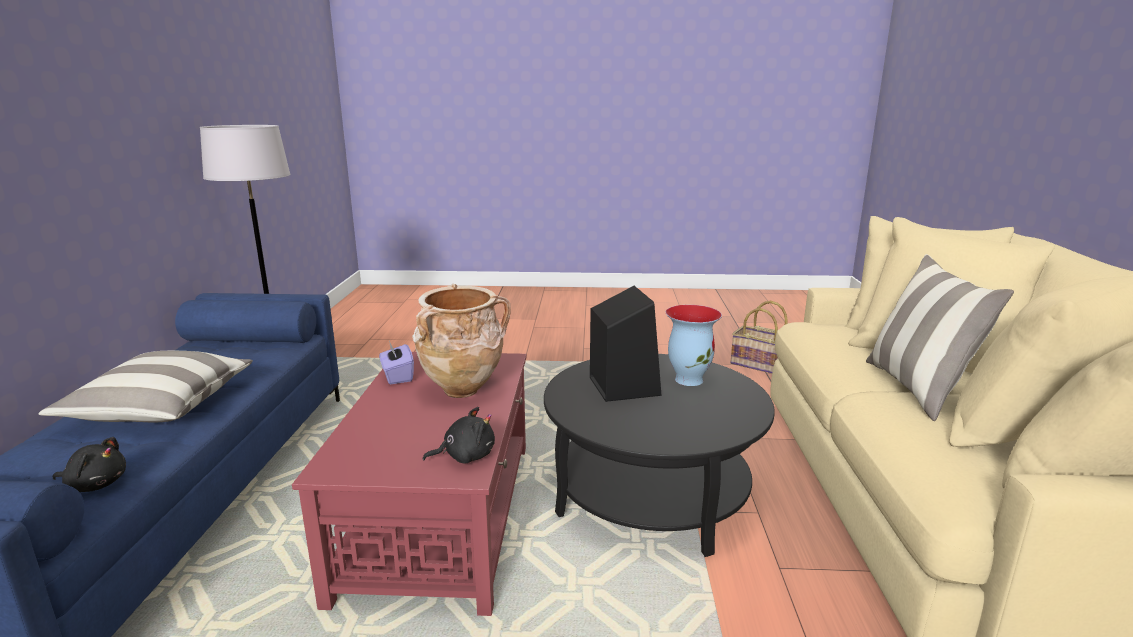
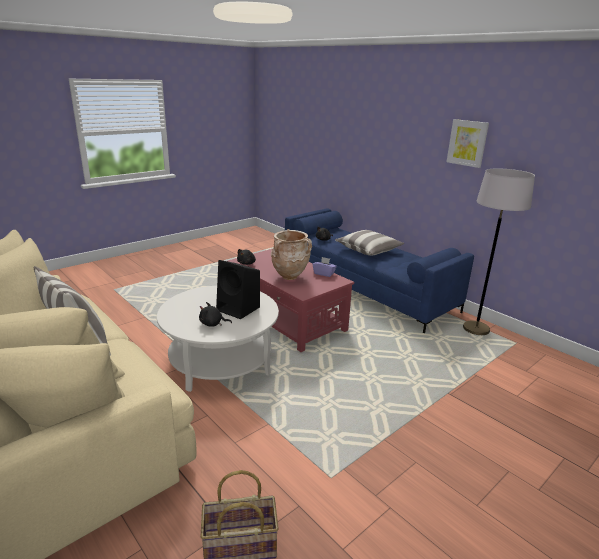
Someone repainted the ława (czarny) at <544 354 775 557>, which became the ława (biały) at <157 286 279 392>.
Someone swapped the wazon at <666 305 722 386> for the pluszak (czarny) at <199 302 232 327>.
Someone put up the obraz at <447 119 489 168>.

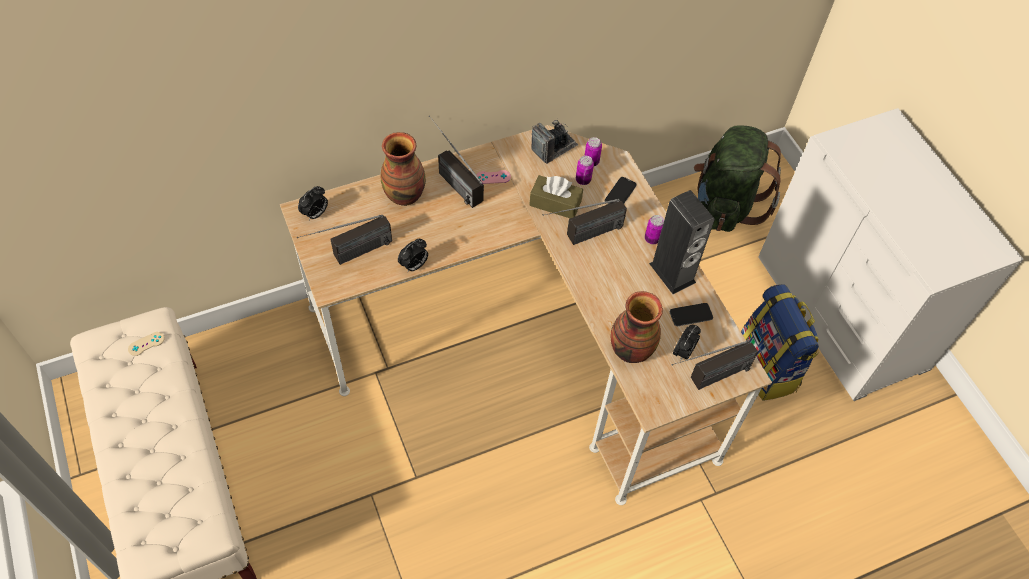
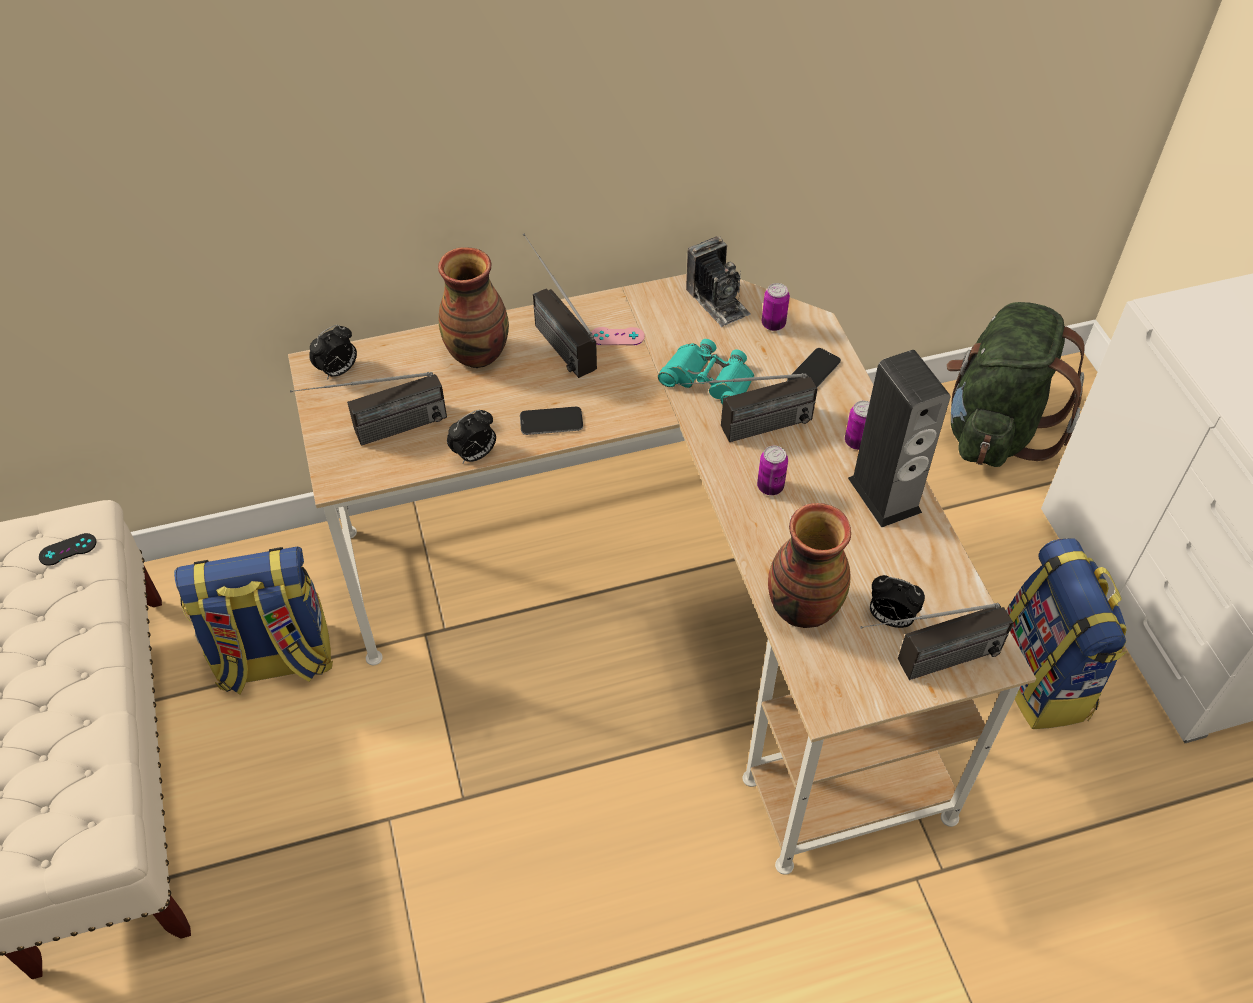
Someone repainted the pad do gier (beżowy) at <128 332 165 356>, which became the pad do gier (czarny) at <39 533 96 566>.
Someone swapped the pudełko chusteczek (brązowy) at <529 175 583 218> for the lornetka (turkusowy) at <658 339 754 405>.
Someone rotated the aparat fotograficzny at <531 119 578 164> by 90 degrees clockwise.
Someone carried the puszka from <576 156 594 185> to <757 446 788 495>.
Someone carried the telefon from <670 303 713 326> to <520 407 583 435>.
Someone rotated the budzik at <673 325 701 361> by 75 degrees clockwise.
Someone put down the plecak at <174 546 333 695>.

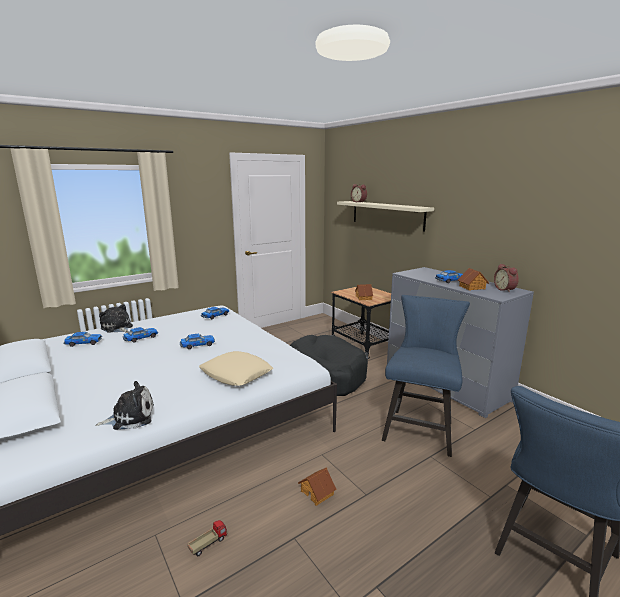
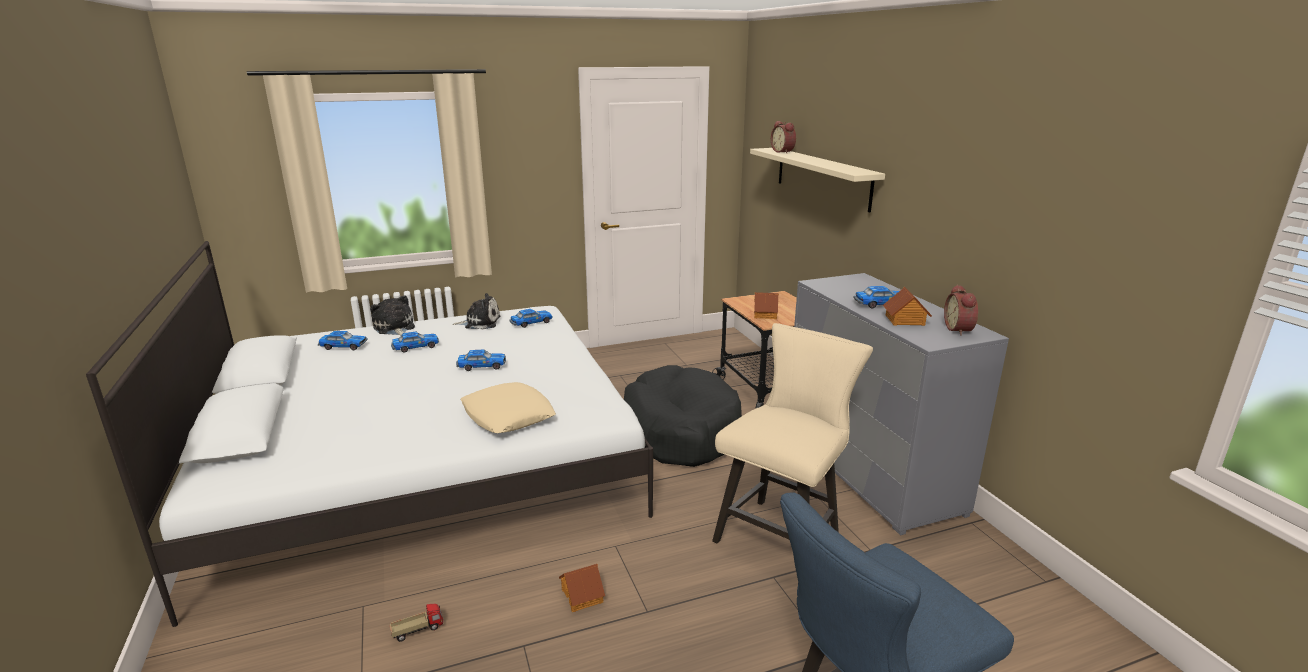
Someone carried the pluszak from <96 381 154 430> to <452 293 501 330>.
Someone repainted the krzesło (niebieski) at <382 295 470 457>, which became the krzesło (beżowy) at <712 323 873 543>.

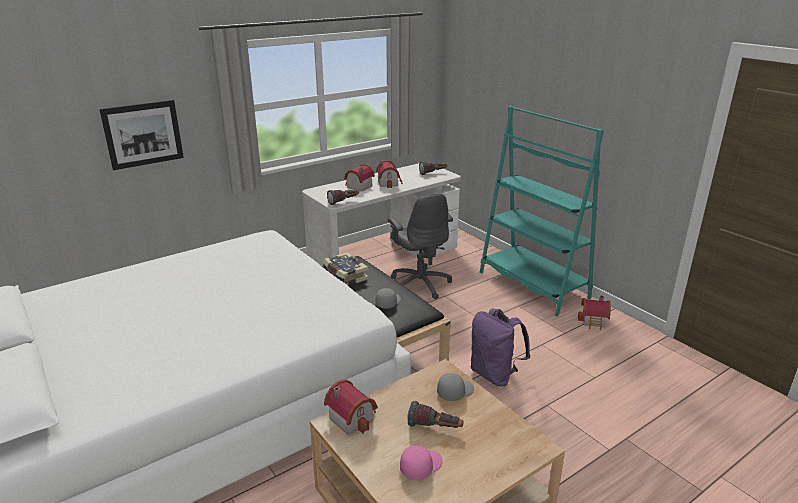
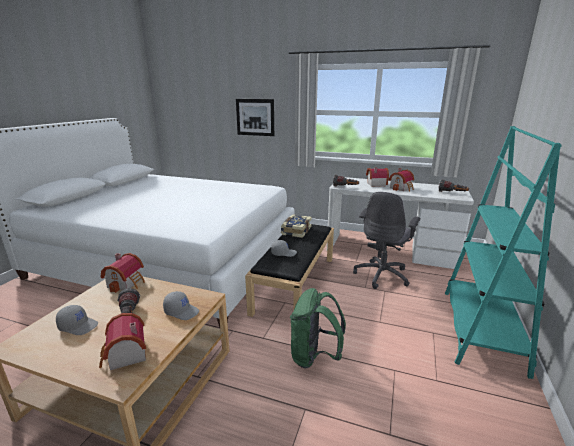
Someone repainted the czapka z daszkiem (różowy) at <400 445 442 481>, which became the czapka z daszkiem (szary) at <56 305 98 335>.
Someone repainted the plecak (fioletowy) at <471 309 530 386>, which became the plecak (zielony) at <290 288 346 368>.
Someone carried the domek from <578 296 611 330> to <99 313 146 370>.

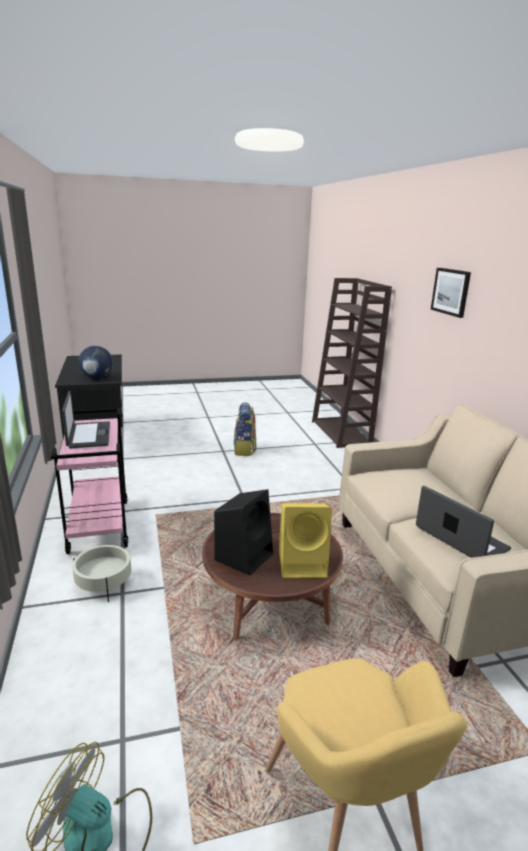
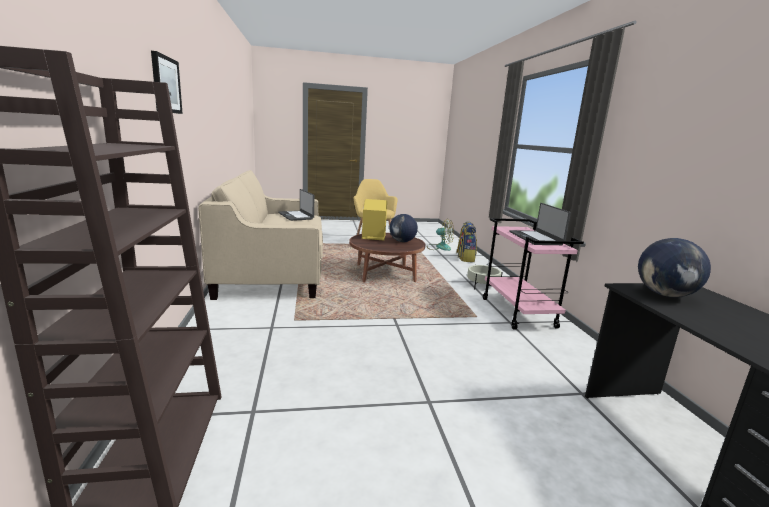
Someone swapped the głośnik (czarny) at <214 489 273 575> for the globus at <389 214 418 242>.
Someone carried the plecak from <234 403 256 456> to <456 221 477 262>.

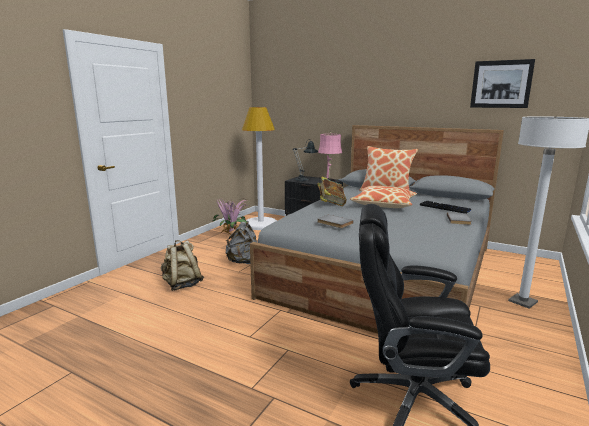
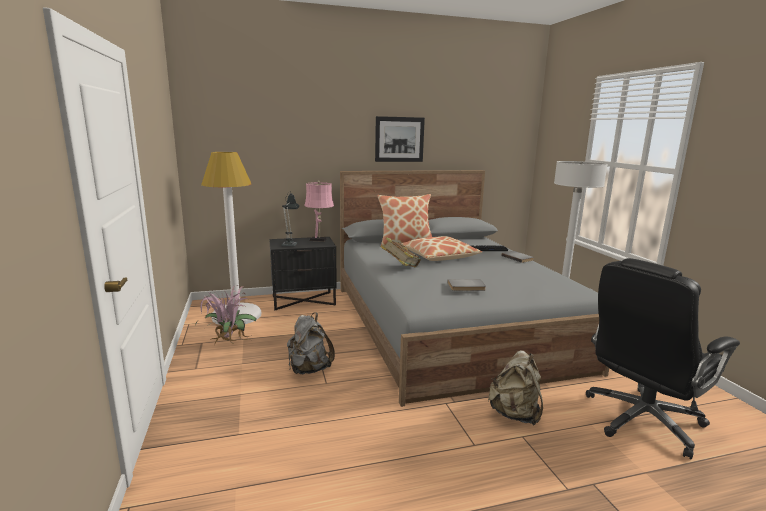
Someone carried the plecak (beżowy) from <161 240 204 291> to <488 350 543 425>.
Someone carried the obraz from <470 59 535 108> to <375 116 425 162>.

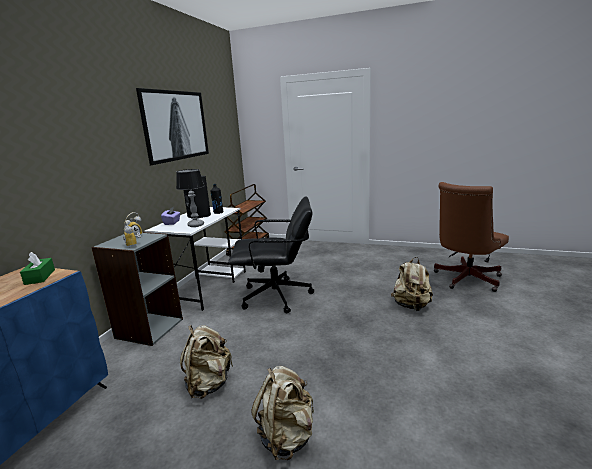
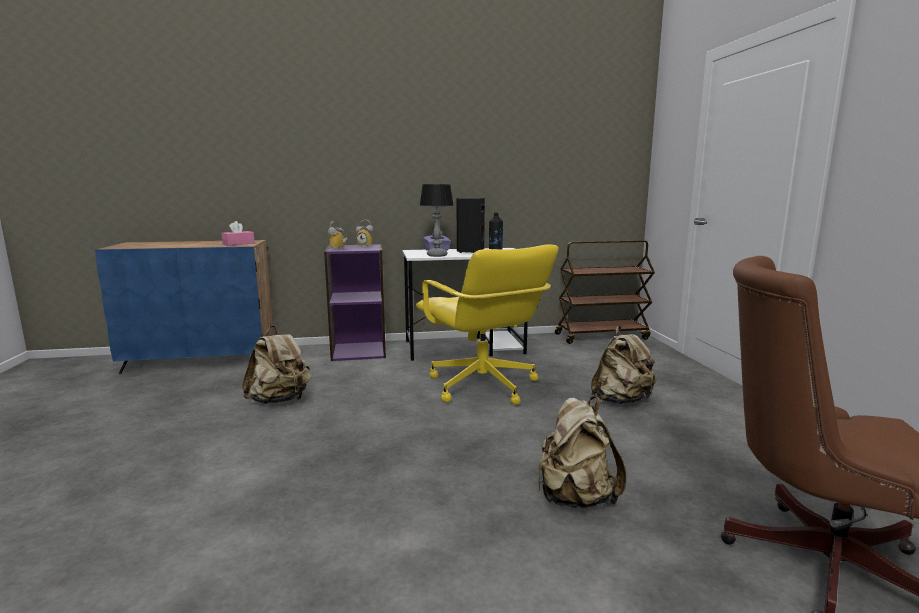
Someone repainted the pudełko chusteczek (zielony) at <20 252 55 285>, which became the pudełko chusteczek (różowy) at <222 221 255 246>.
Someone repainted the regał (szary) at <91 232 183 346>, which became the regał (fioletowy) at <324 244 386 361>.
Someone took away the obraz at <136 88 209 165>.
Someone repainted the krzesło biurowe (czarny) at <228 196 314 313>, which became the krzesło biurowe (żółty) at <416 244 559 405>.
Someone carried the plecak (beżowy) from <251 366 314 460> to <591 326 656 404>.

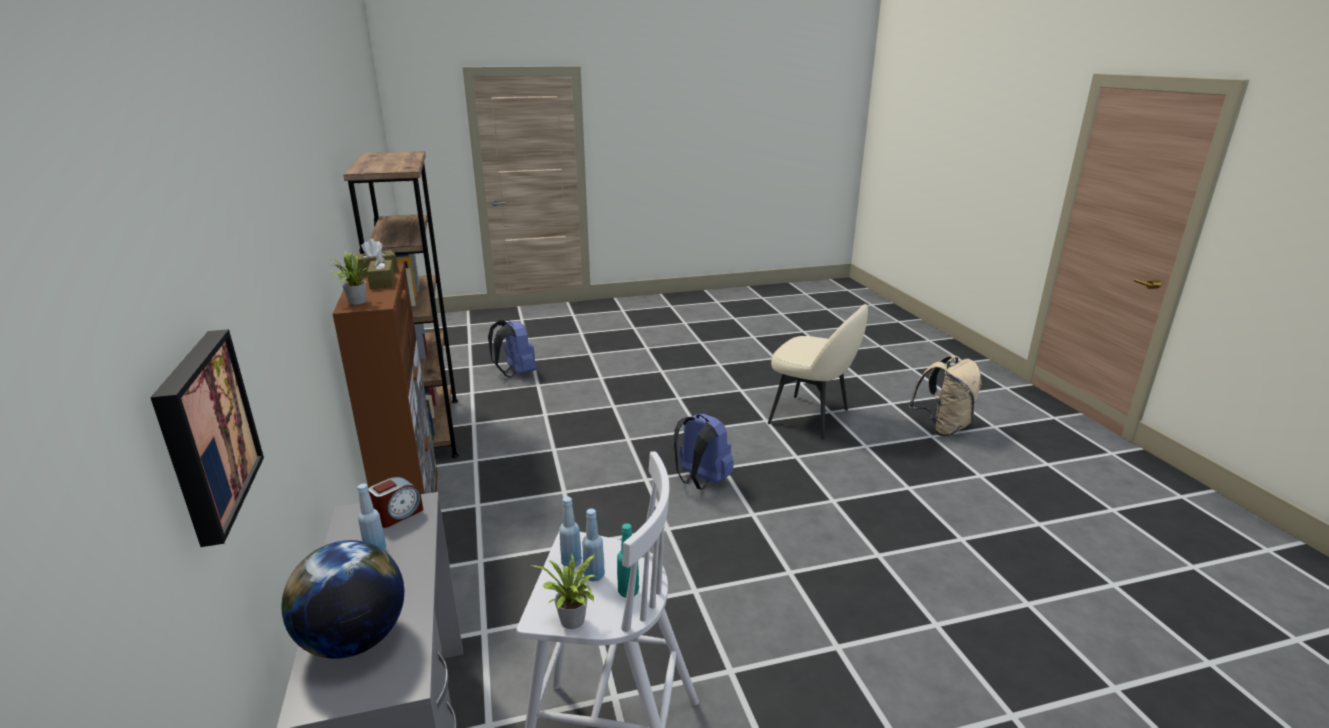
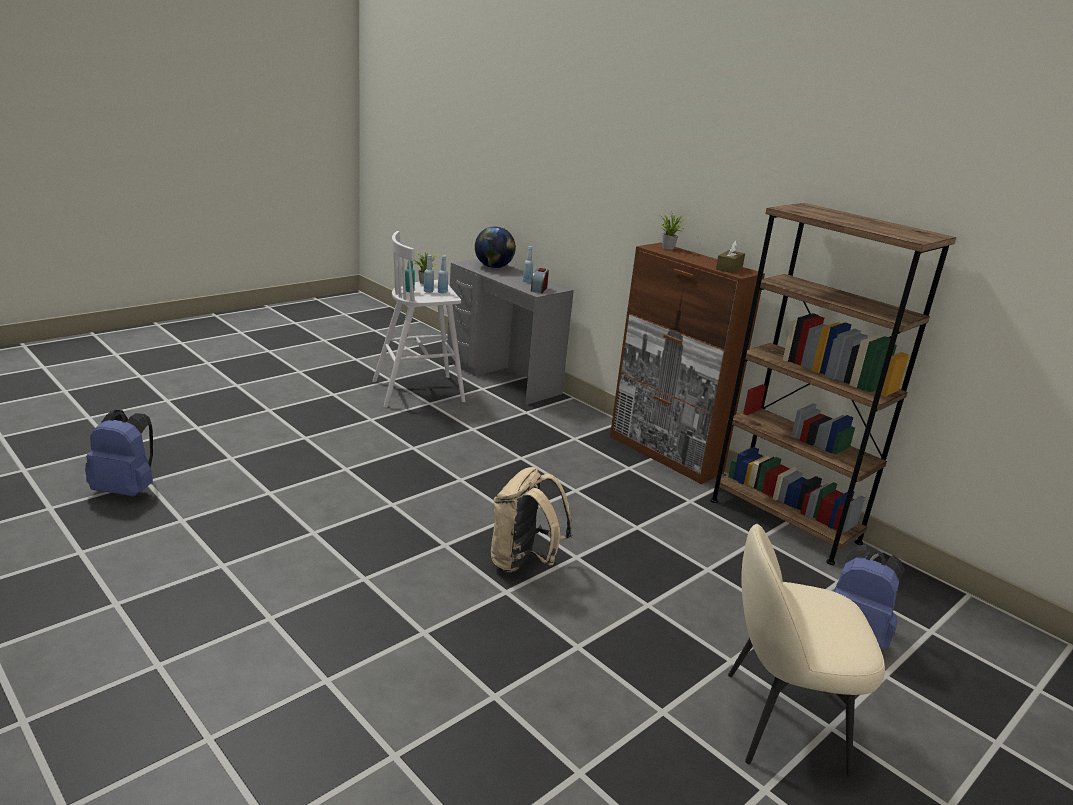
Someone took away the obraz at <150 329 264 547>.
Someone took away the pudełko chusteczek (brązowy) at <367 249 395 289>.
Someone carried the plecak (niebieski) from <674 414 734 490> to <85 410 153 497>.
Someone carried the krzesło (beżowy) from <768 304 868 439> to <728 524 885 776>.
Someone carried the plecak (beżowy) from <909 356 981 436> to <491 467 572 573>.

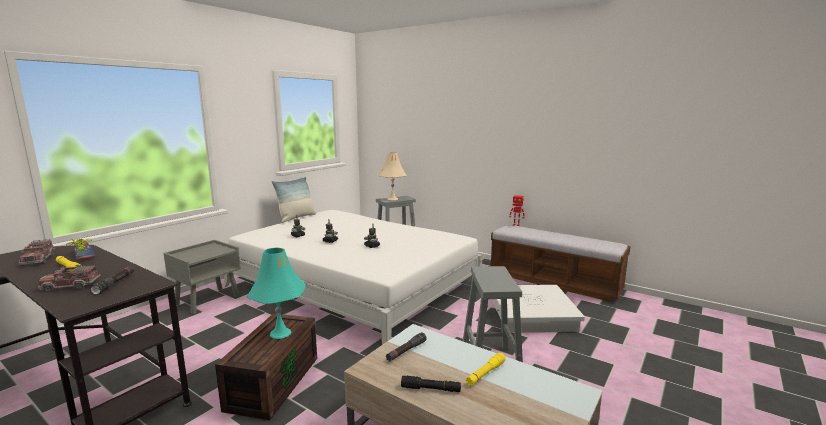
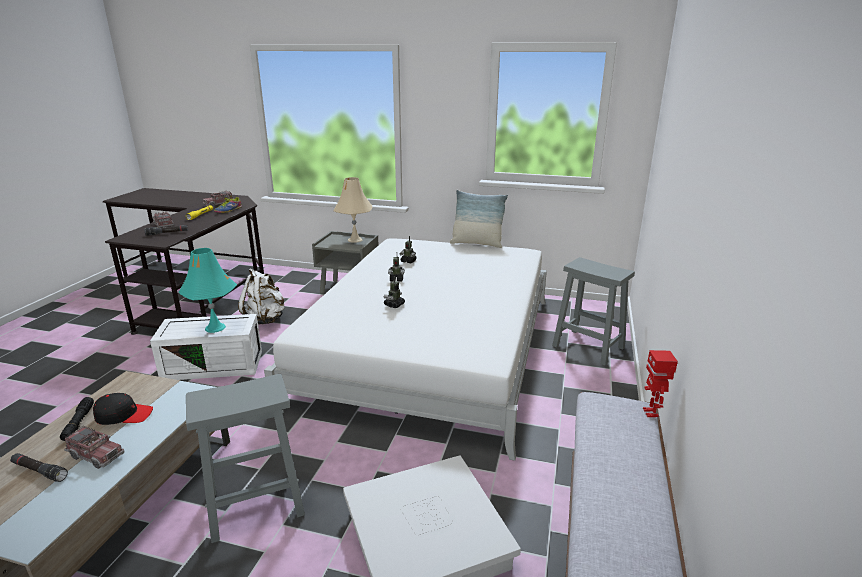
Someone repainted the pojemnik do przechowywania (brązowy) at <215 313 317 420>, which became the pojemnik do przechowywania (biały) at <150 314 262 380>.
Someone carried the lampa stołowa (beżowy) from <379 152 407 200> to <334 177 372 243>.
Someone carried the latarka (czarny) from <386 332 427 362> to <10 453 68 482>.
Someone swapped the latarka (żółty) at <466 353 505 386> for the ciężarówka zabawkowa at <64 426 124 469>.
Someone put down the czapka z daszkiem (czarny) at <93 393 153 425>.
Someone put down the plecak (biały) at <238 268 284 324>.

